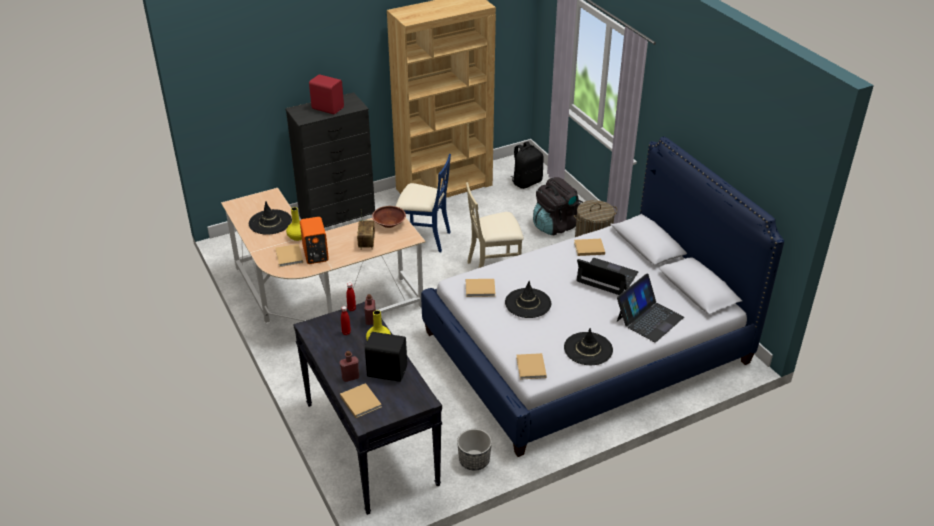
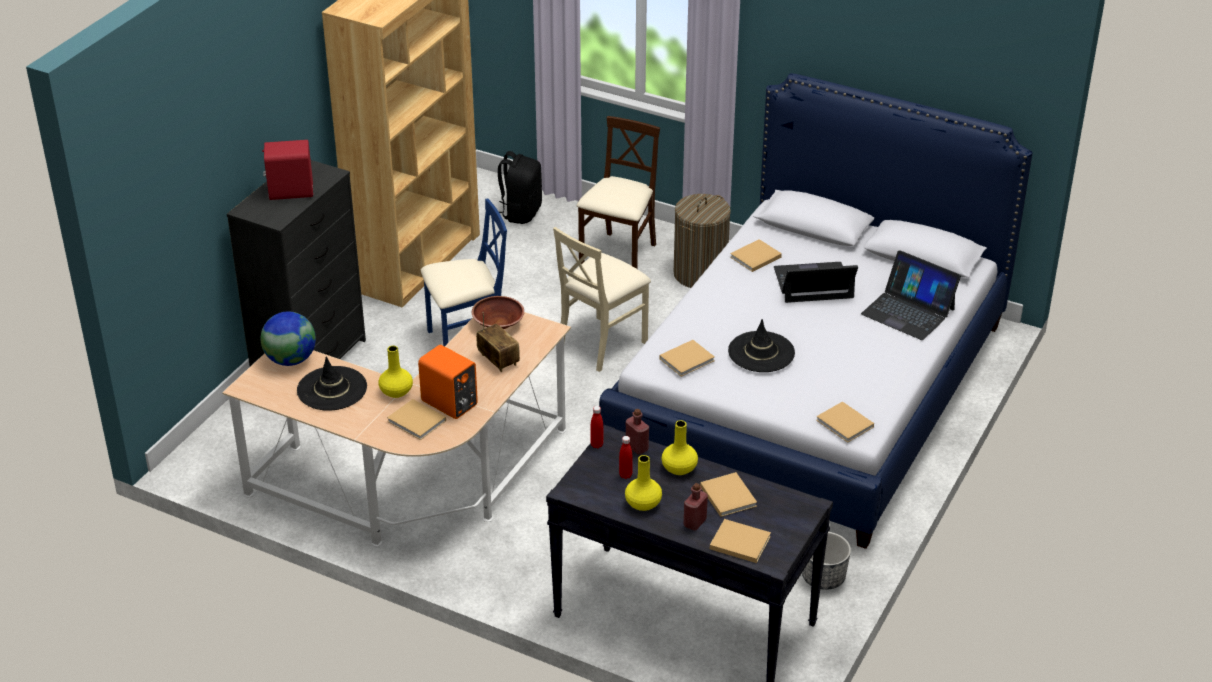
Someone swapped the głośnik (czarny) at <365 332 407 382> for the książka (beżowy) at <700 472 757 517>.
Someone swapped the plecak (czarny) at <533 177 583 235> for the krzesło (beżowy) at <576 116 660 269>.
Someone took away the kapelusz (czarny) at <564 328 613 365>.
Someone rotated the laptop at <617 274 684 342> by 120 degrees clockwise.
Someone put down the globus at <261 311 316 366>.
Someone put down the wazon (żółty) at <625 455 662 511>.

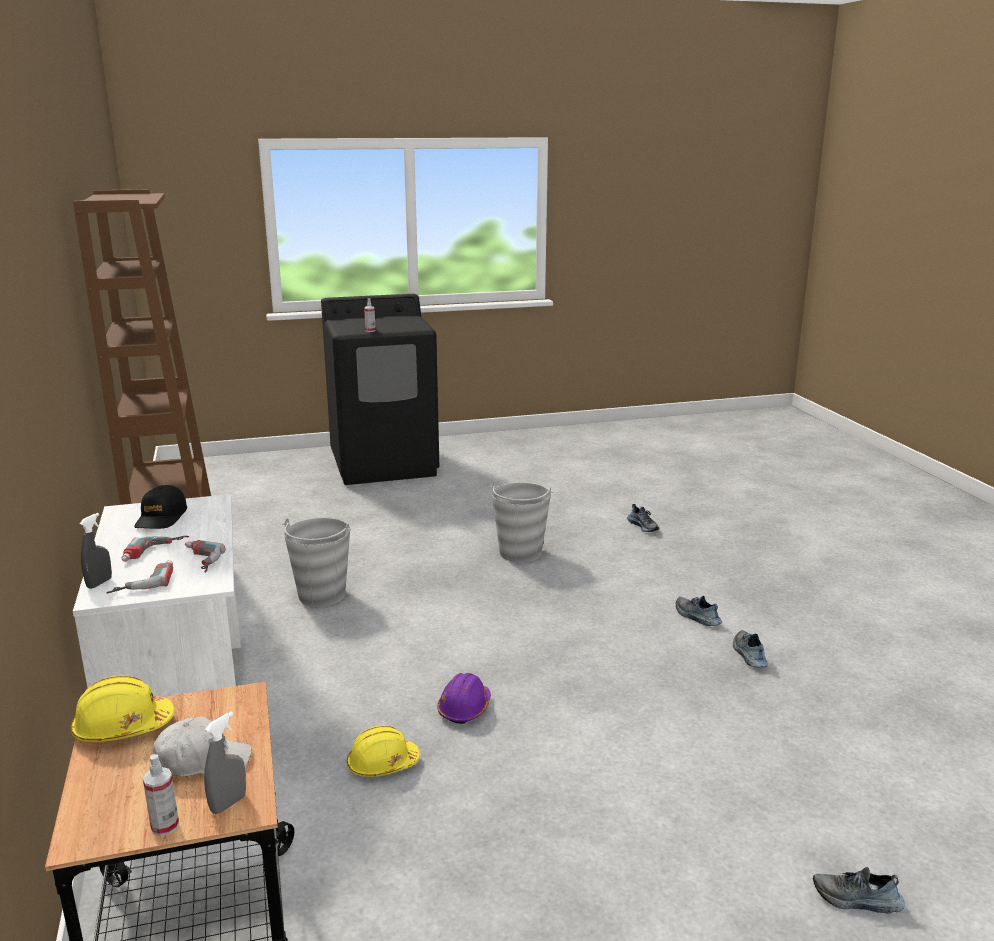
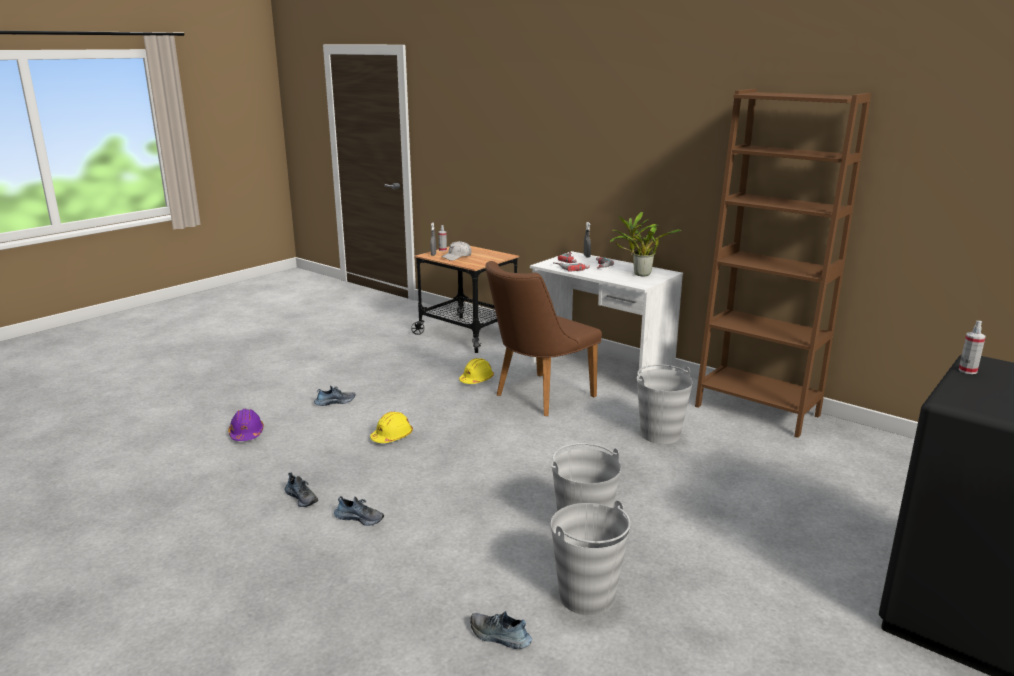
Someone carried the kask (żółty) from <70 675 175 742> to <370 412 413 443>.
Someone swapped the czapka z daszkiem (czarny) at <134 485 187 529> for the roślina doniczkowa at <610 212 681 277>.
Someone carried the kask (fioletowy) from <437 673 491 724> to <228 409 264 441>.
Someone carried the but from <813 867 905 914> to <314 386 356 406>.
Someone put down the krzesło (brązowy) at <485 261 602 416>.
Someone put down the wiadro (szary) at <551 501 630 615>.

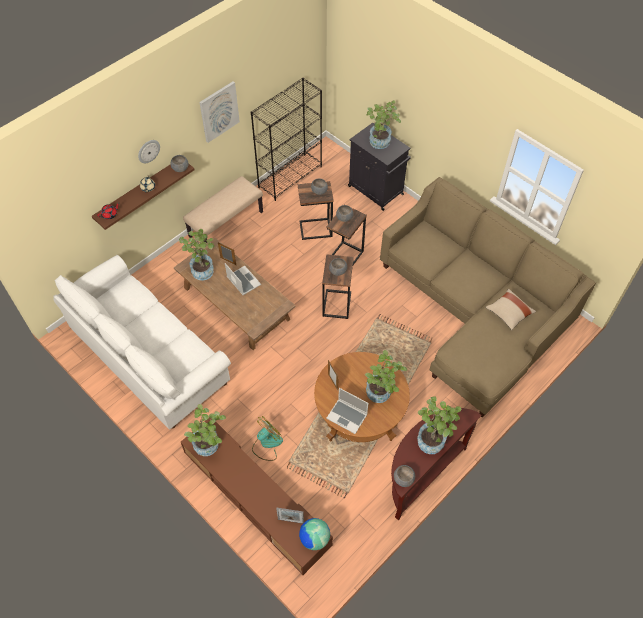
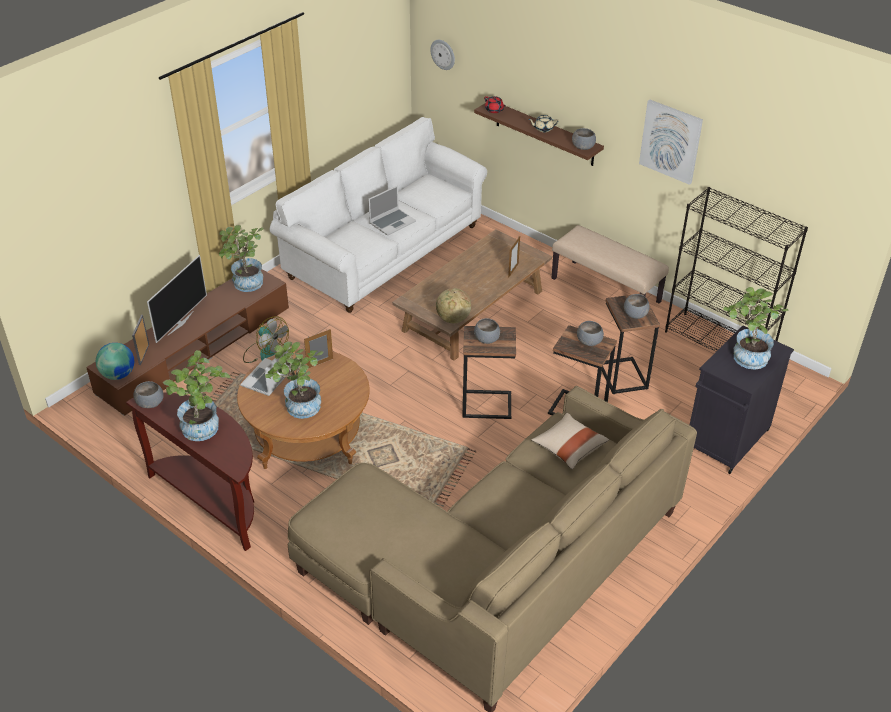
Someone carried the zegar ścienny from <138 140 160 163> to <430 40 455 70>.
Someone took away the roślina doniczkowa at <179 229 214 281>.
Someone carried the laptop from <225 263 261 295> to <368 185 416 236>.
Someone carried the poduszka (beżowy) from <485 289 536 330> to <531 413 609 470>.
Someone put down the telewizor at <147 255 207 343>.
Someone put down the globus at <436 288 471 323>.

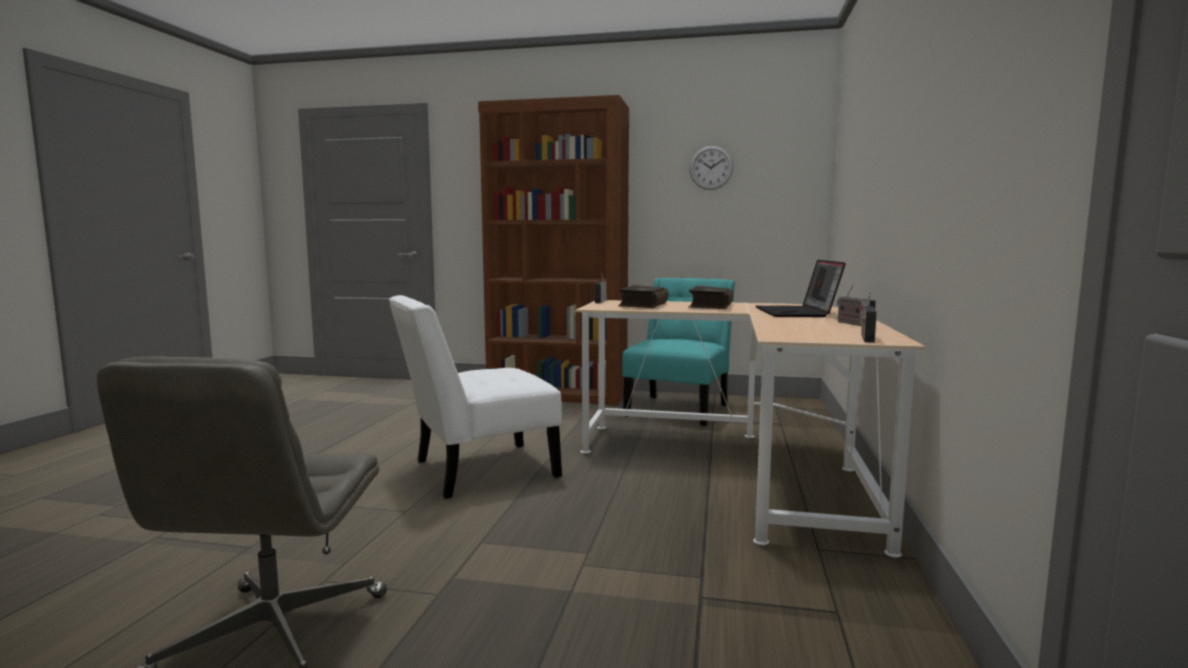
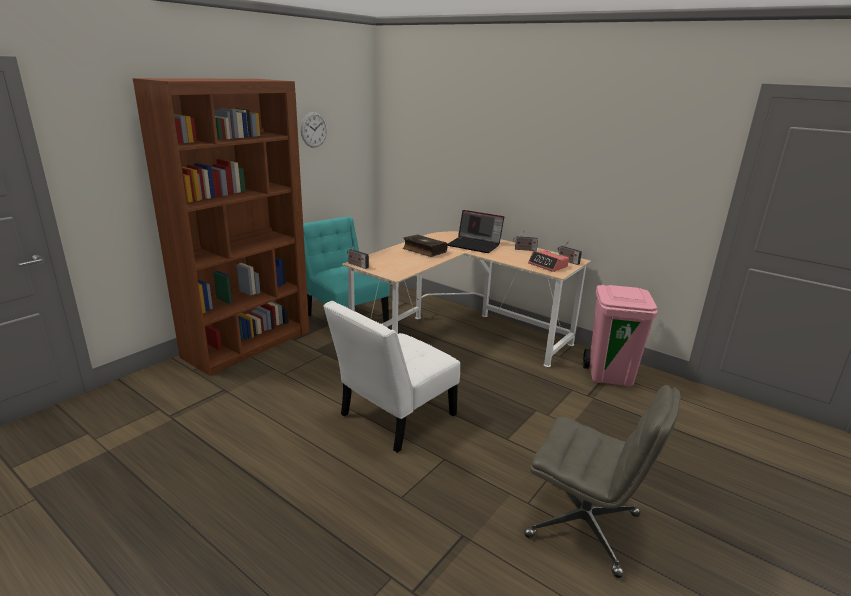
Someone rotated the krzesło (biały) at <389 295 562 499> by 45 degrees clockwise.
Someone took away the książka at <618 285 668 308>.
Someone put down the budzik at <528 250 569 272>.
Someone put down the kosz na śmieci (różowy) at <583 284 657 387>.

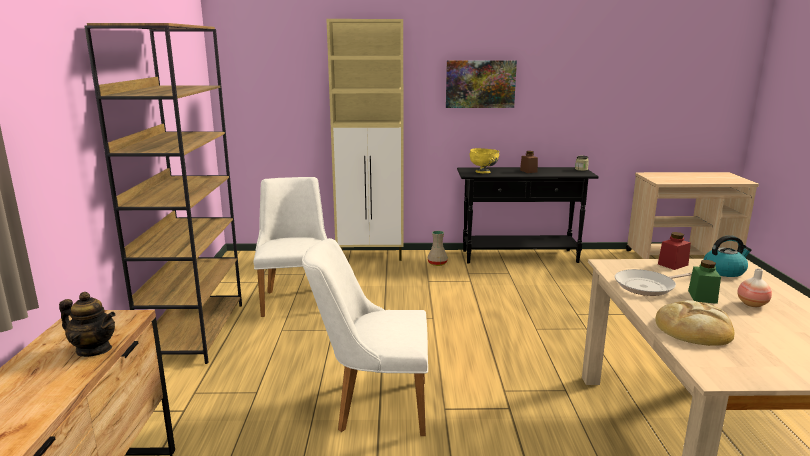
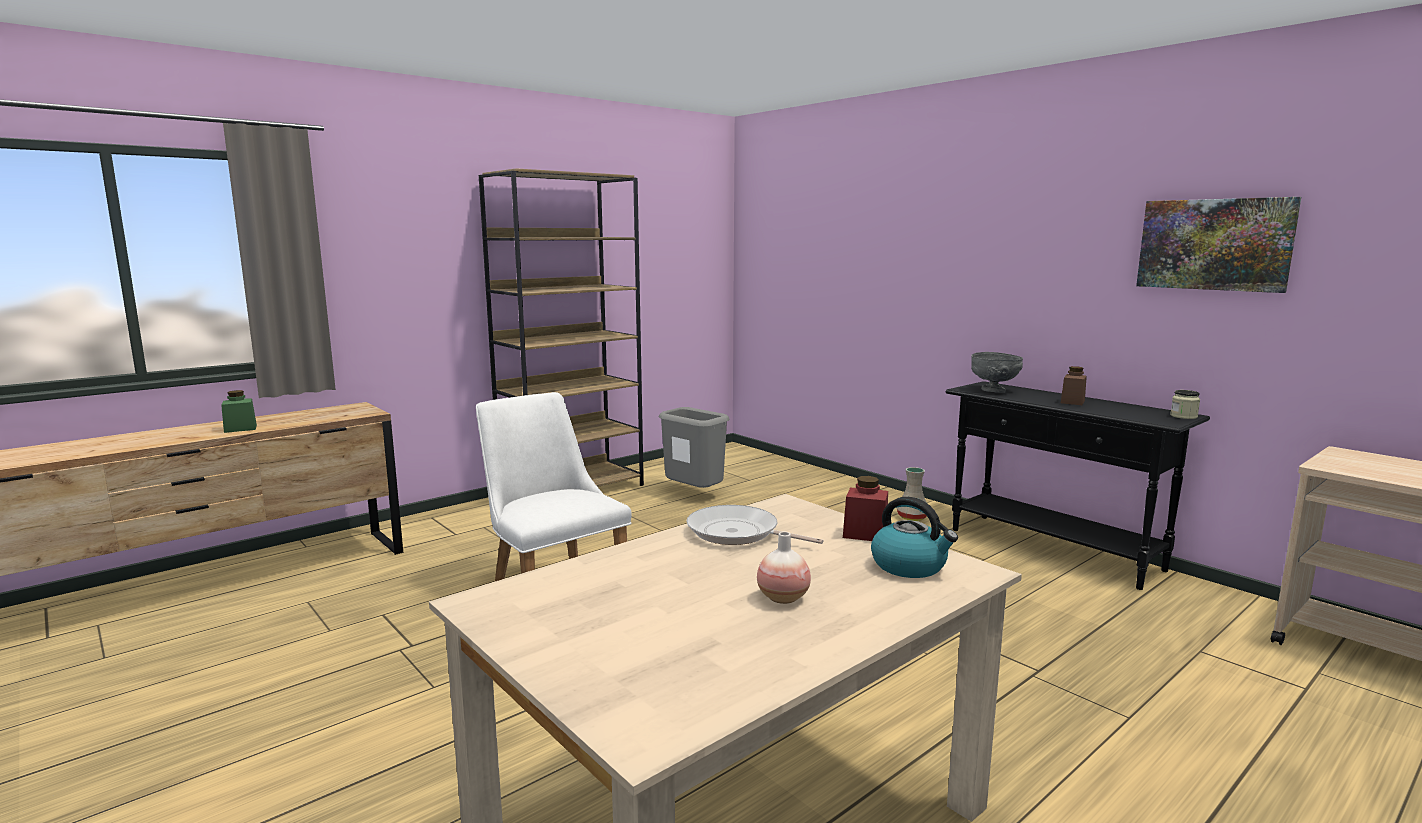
Someone took away the imbryk at <59 292 116 357>.
Someone swapped the krzesło (biały) at <254 177 327 317> for the kosz na śmieci (szary) at <659 407 729 488>.
Someone took away the szafka (beżowy) at <326 19 404 261>.
Someone carried the obraz from <446 60 517 108> to <1136 197 1301 293>.
Someone repainted the miska (żółty) at <470 148 499 173>, which became the miska (szary) at <971 352 1023 393>.
Someone took away the chleb at <655 300 734 346>.
Someone carried the słoik (zielony) from <688 260 721 304> to <221 390 257 433>.

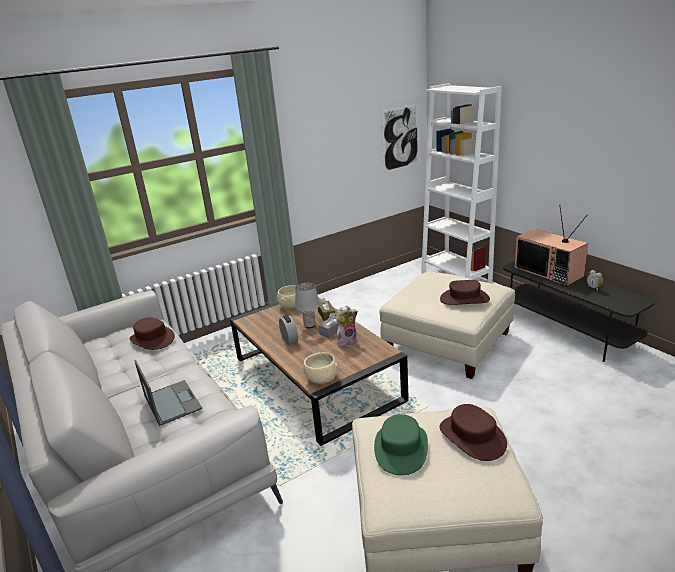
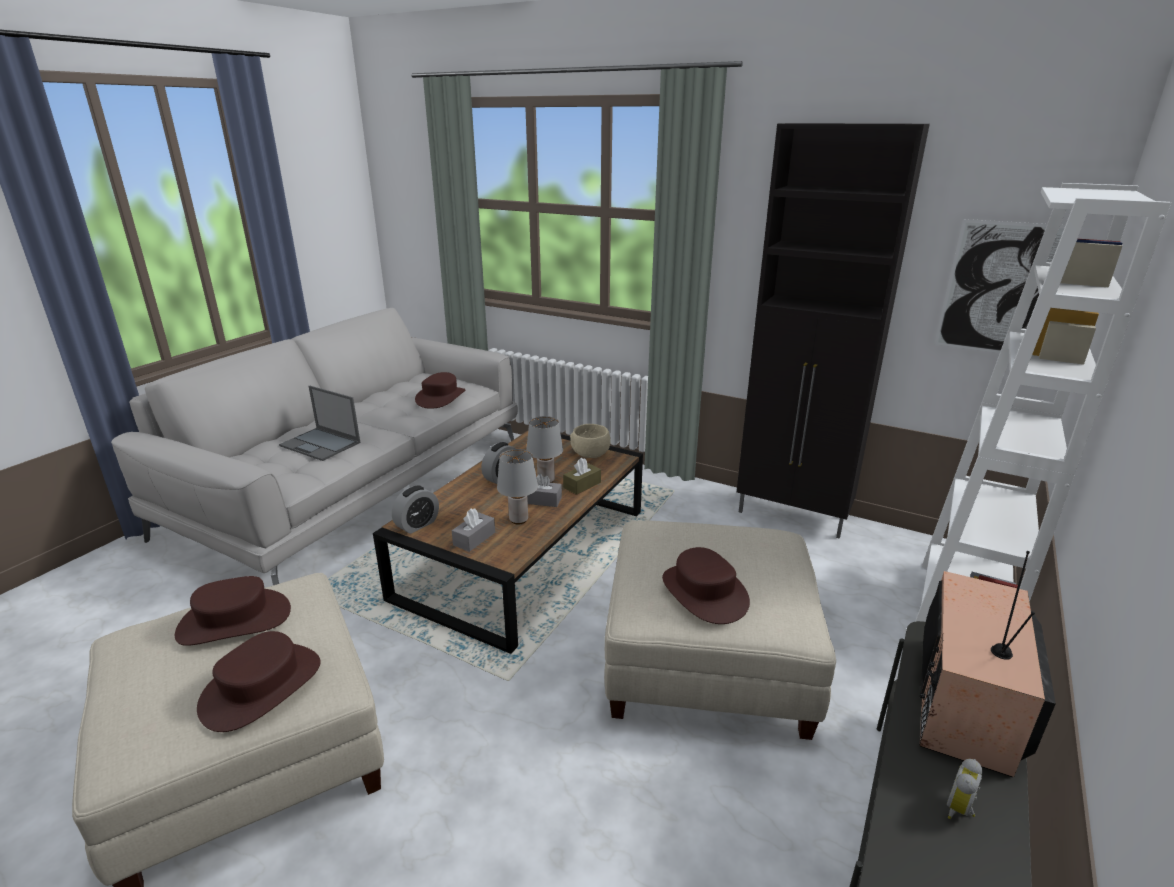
Someone rotated the laptop at <134 360 202 426> by 90 degrees clockwise.
Someone swapped the miska (beżowy) at <303 352 338 384> for the budzik at <392 485 439 534>.
Someone swapped the pluszak at <336 306 358 347> for the lampa stołowa (szary) at <497 449 538 525>.
Someone repainted the kapelusz (zielony) at <374 414 428 475>, which became the kapelusz (brązowy) at <175 576 291 646>.
Someone put down the pudełko chusteczek (szary) at <452 508 495 552>.
Someone put down the szafka (czarny) at <737 123 930 539>.

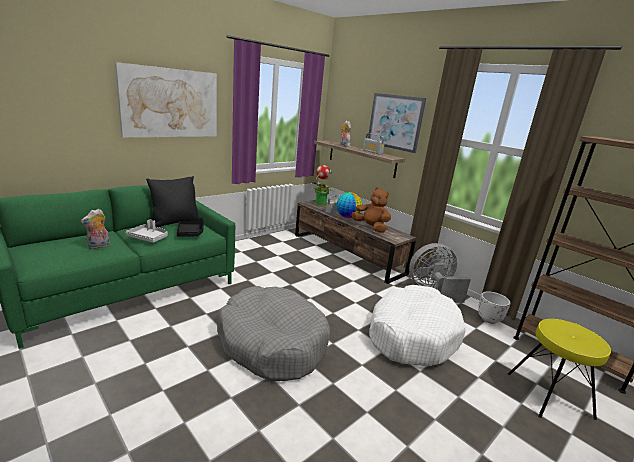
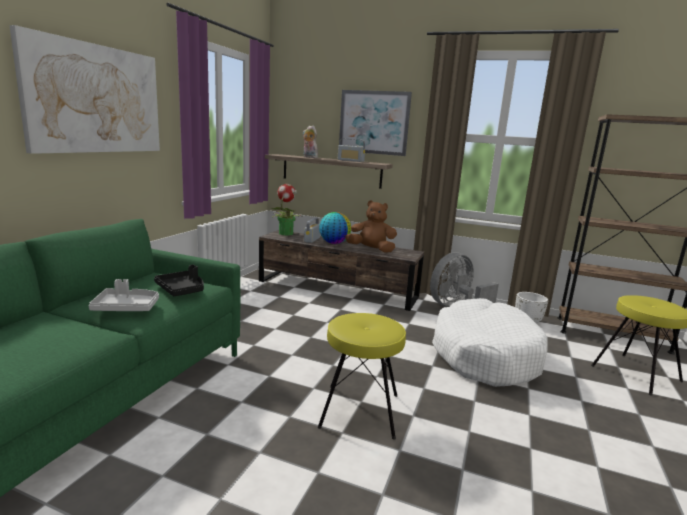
Someone took away the pluszak at <81 209 110 249>.
Someone took away the poduszka (czarny) at <146 176 200 228>.
Someone swapped the legowisko (szary) at <217 286 330 381> for the stołek (żółty) at <318 313 406 440>.

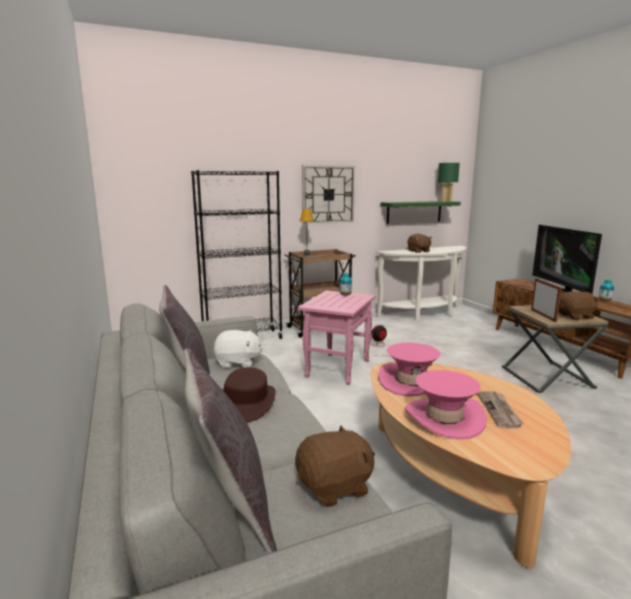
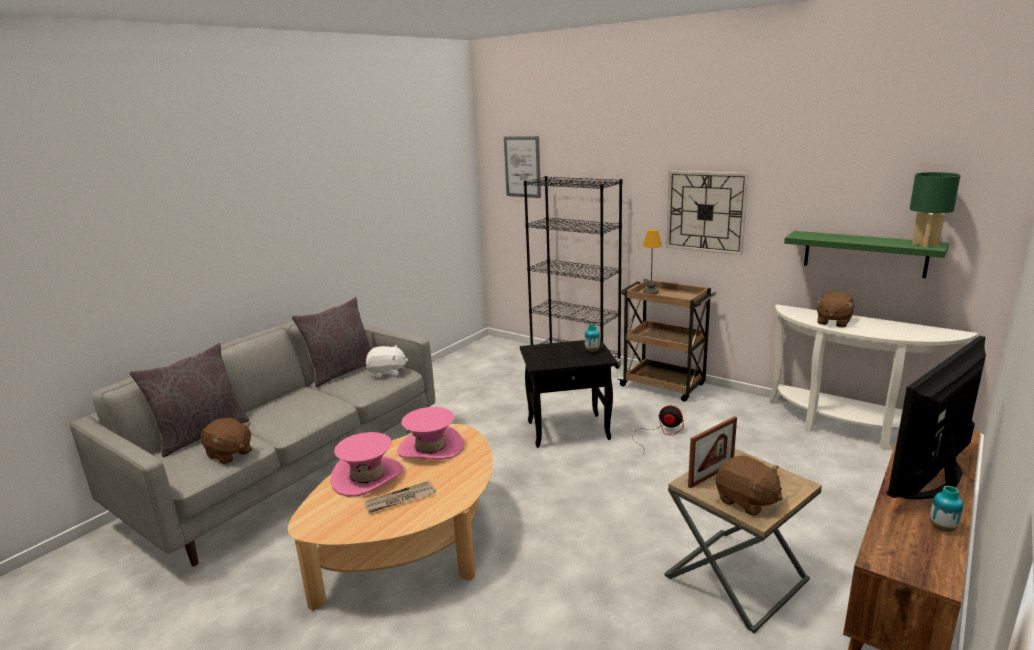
Someone rotated the pluszak (biały) at <213 330 264 368> by 60 degrees counterclockwise.
Someone took away the kapelusz (brązowy) at <222 367 276 422>.
Someone repainted the stolik (różowy) at <298 290 375 385>, which became the stolik (czarny) at <520 339 618 448>.
Someone put up the obraz at <504 136 541 198>.

